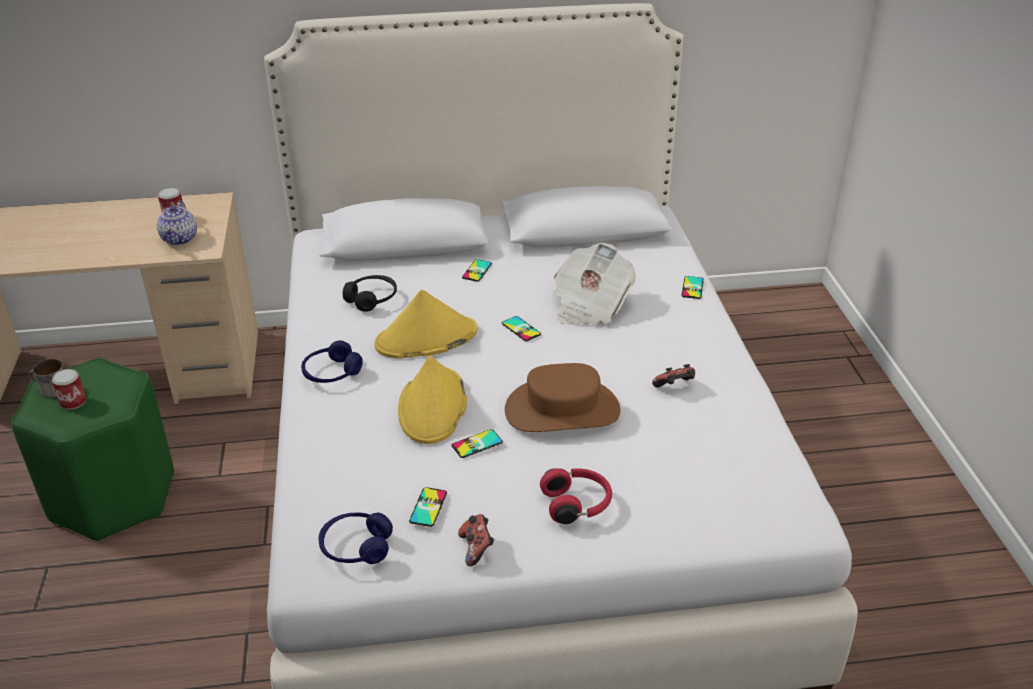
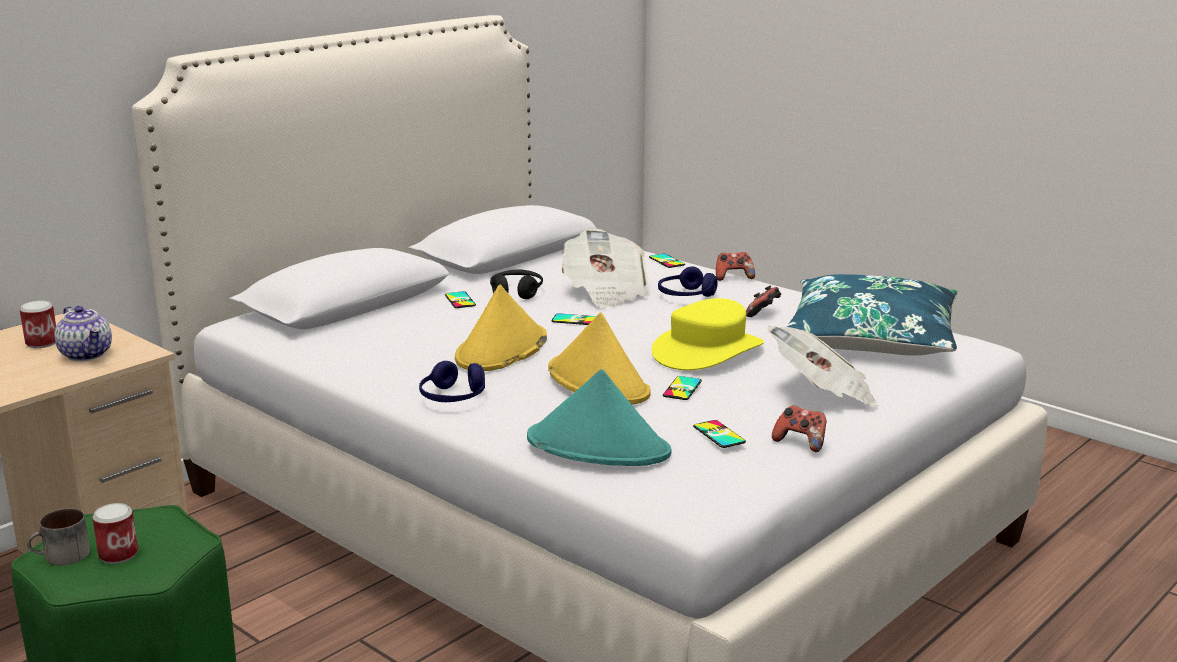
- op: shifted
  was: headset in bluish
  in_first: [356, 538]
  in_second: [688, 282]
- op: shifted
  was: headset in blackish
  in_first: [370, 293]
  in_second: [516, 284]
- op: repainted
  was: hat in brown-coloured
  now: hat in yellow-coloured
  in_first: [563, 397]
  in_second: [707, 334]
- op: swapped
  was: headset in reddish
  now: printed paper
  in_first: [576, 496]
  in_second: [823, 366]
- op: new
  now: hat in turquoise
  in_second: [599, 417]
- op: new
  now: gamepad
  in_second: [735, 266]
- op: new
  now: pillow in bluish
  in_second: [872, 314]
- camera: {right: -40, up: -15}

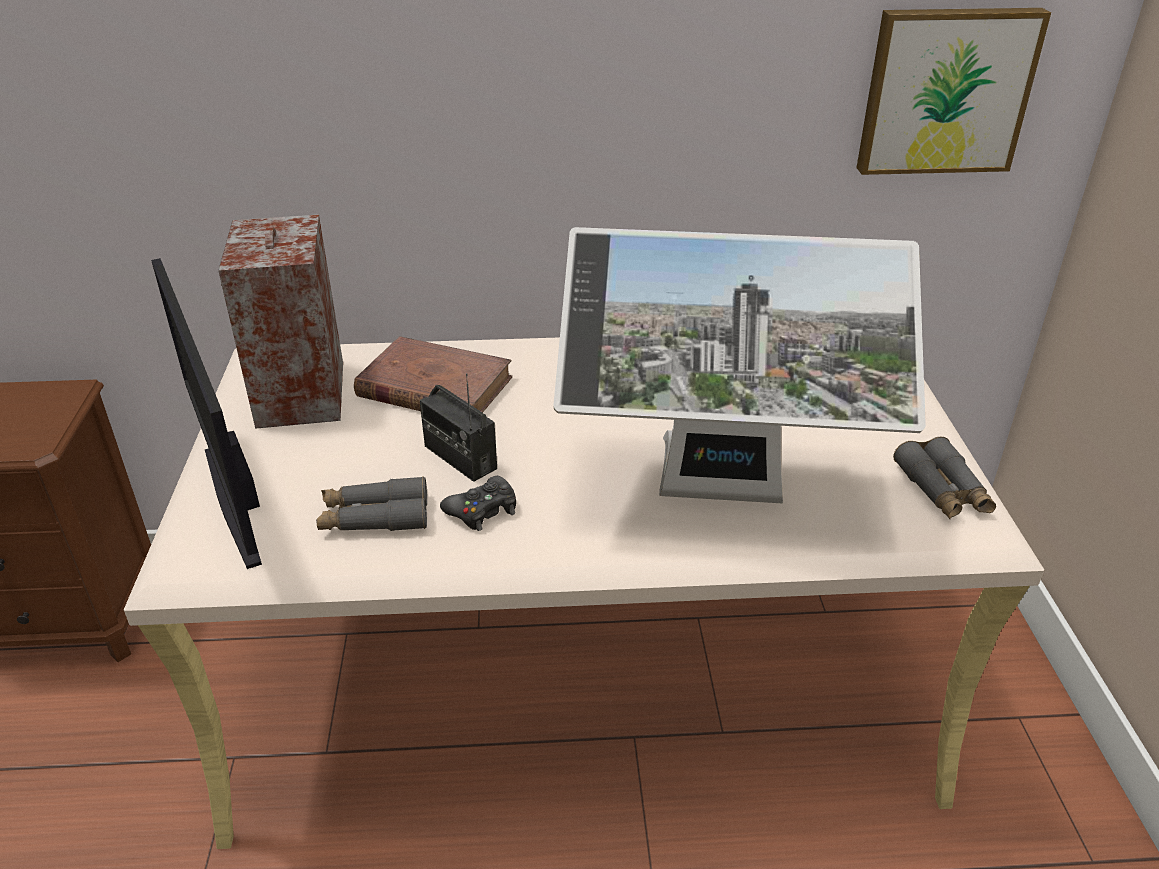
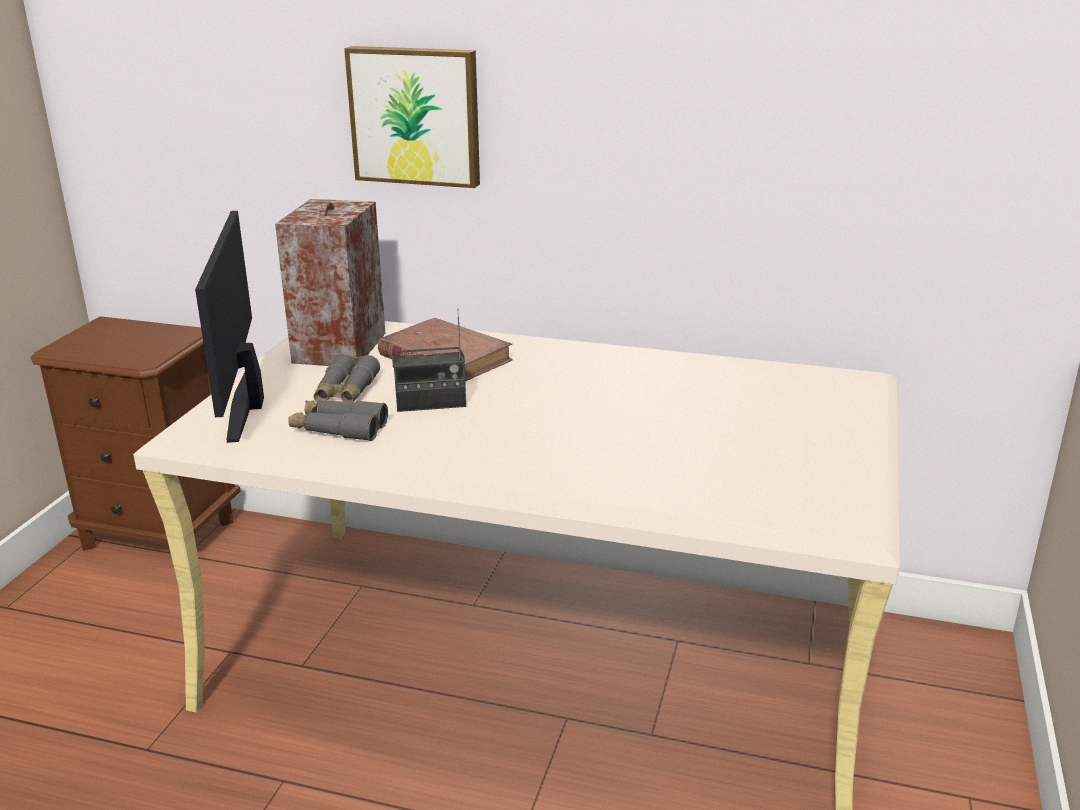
- op: rotated
  was: radio receiver
  in_first: [458, 427]
  in_second: [429, 360]
  clockwise: -75
- op: gone
  was: gamepad in blackish
  in_first: [478, 503]
- op: gone
  was: computer screen
  in_first: [739, 365]
- op: shifted
  was: wall art
  in_first: [953, 91]
  in_second: [412, 117]
- op: shifted
  was: binoculars in gray
  in_first: [944, 478]
  in_second: [346, 378]
- camera: {right: 20, up: -10}

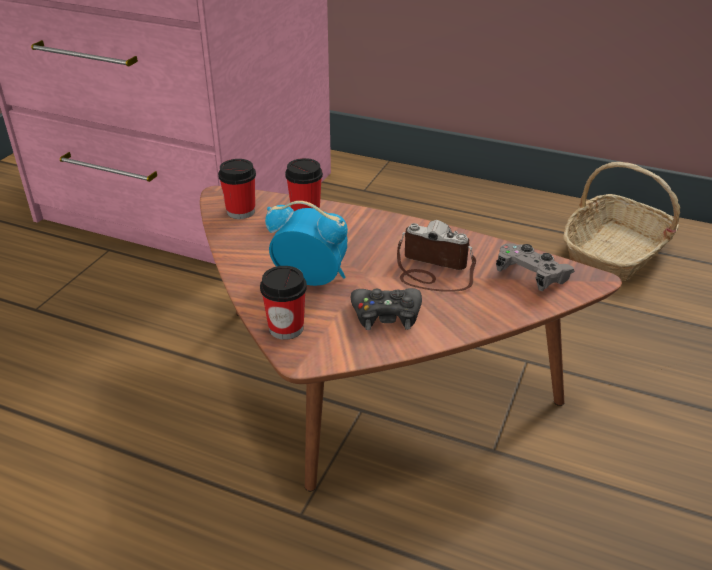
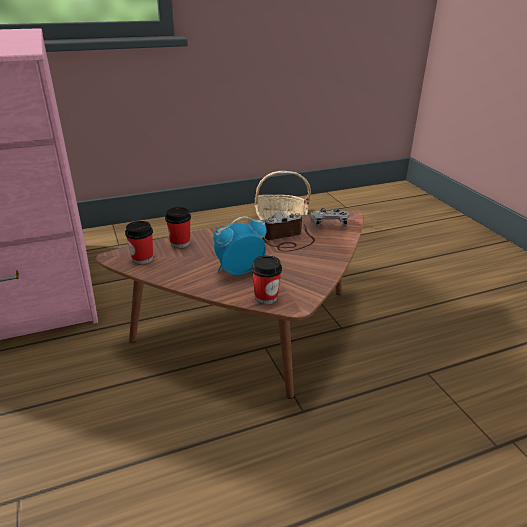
- op: gone
  was: gamepad in blackish
  in_first: [386, 309]
- camera: {right: -45, up: -5}

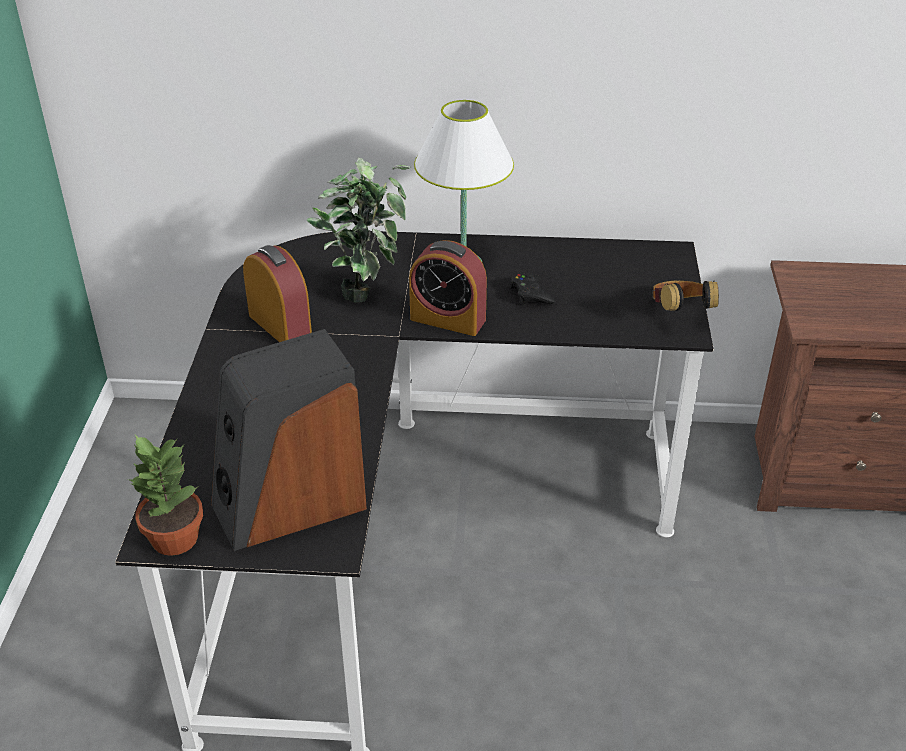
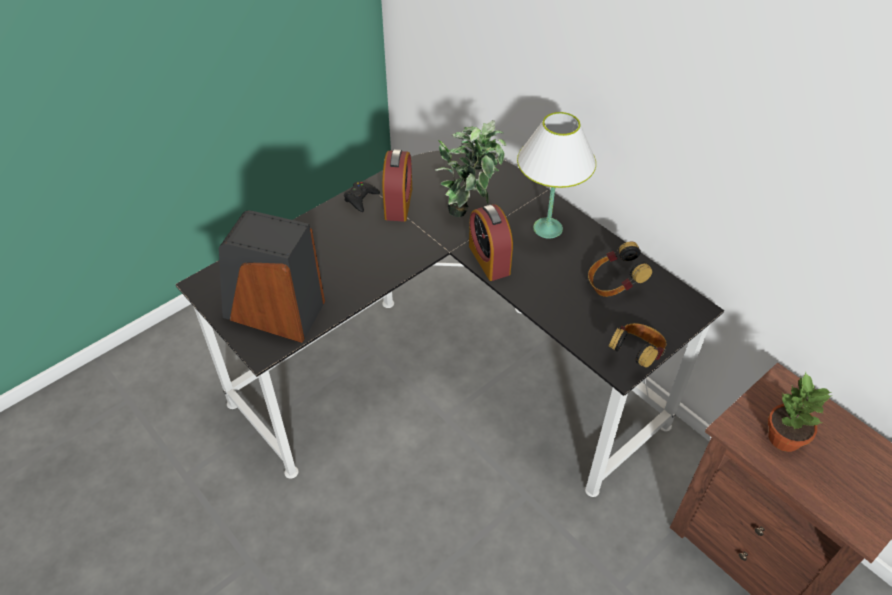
- op: shifted
  was: houseplant
  in_first: [165, 495]
  in_second: [800, 412]
- op: shifted
  was: gamepad in blackish
  in_first: [533, 288]
  in_second: [362, 196]
- op: new
  now: headset
  in_second: [620, 269]
- camera: {right: 45, up: 10}

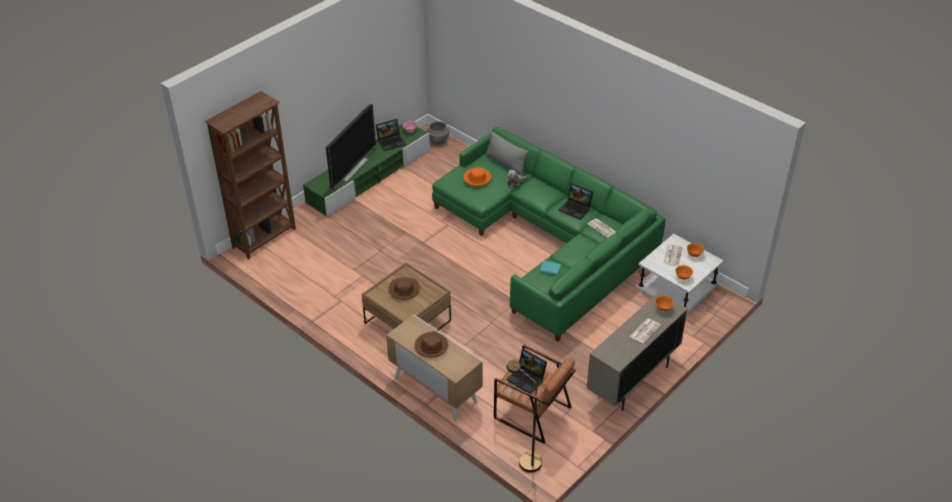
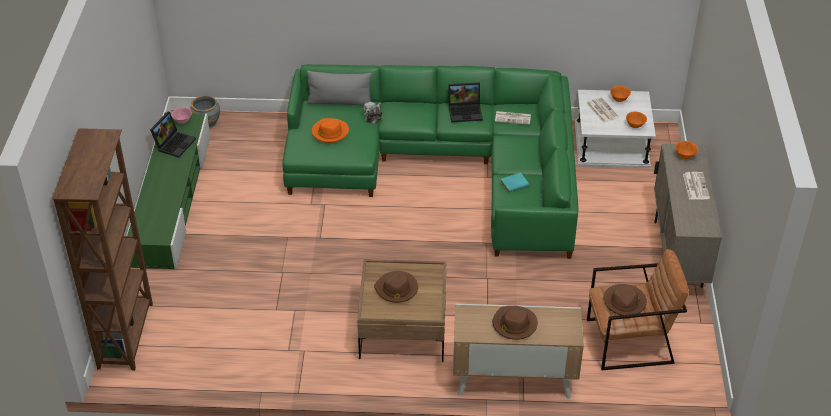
- op: gone
  was: TV
  in_first: [351, 146]
- op: swapped
  was: portable computer
  now: hat in brown-coloured
  in_first: [526, 371]
  in_second: [625, 299]
- op: gone
  was: standing lamp in brown-coloured
  in_first: [524, 416]
- camera: {right: -40, up: 0}

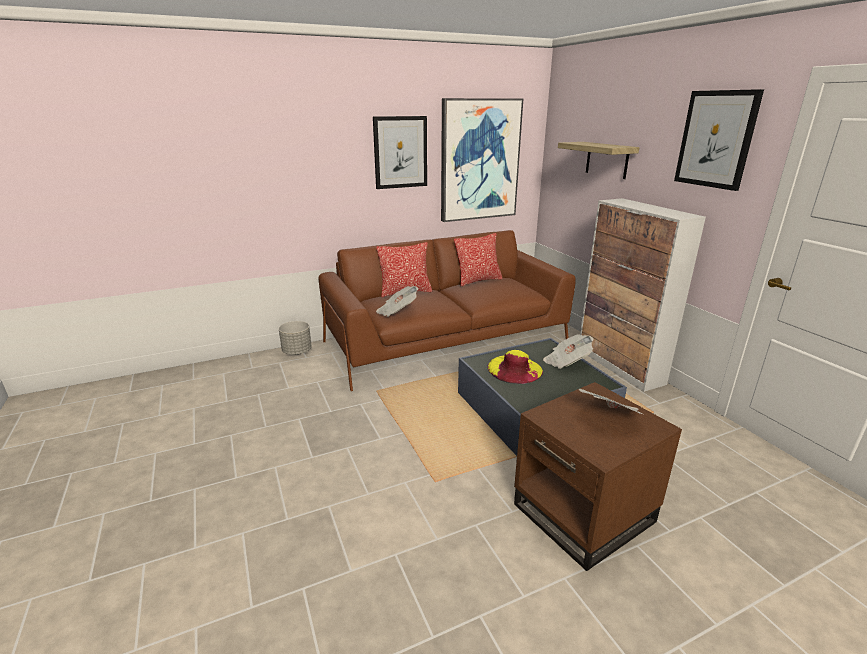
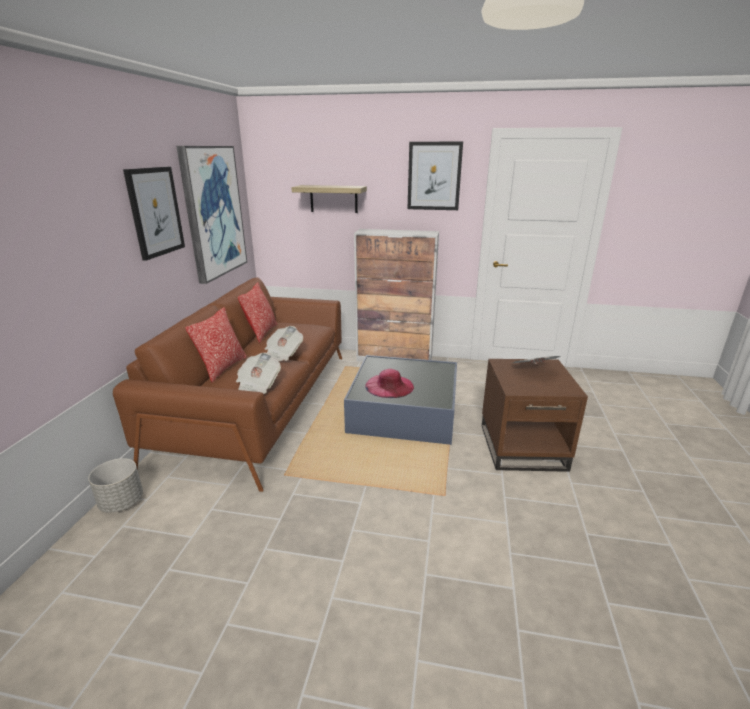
- op: repainted
  was: hat in yellow-coloured
  now: hat in pinkish
  in_first: [515, 367]
  in_second: [389, 383]
- op: shifted
  was: printed paper
  in_first: [568, 351]
  in_second: [284, 343]
- camera: {right: -55, up: 0}

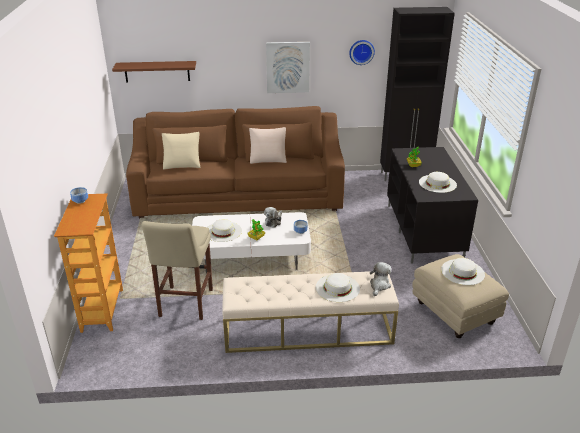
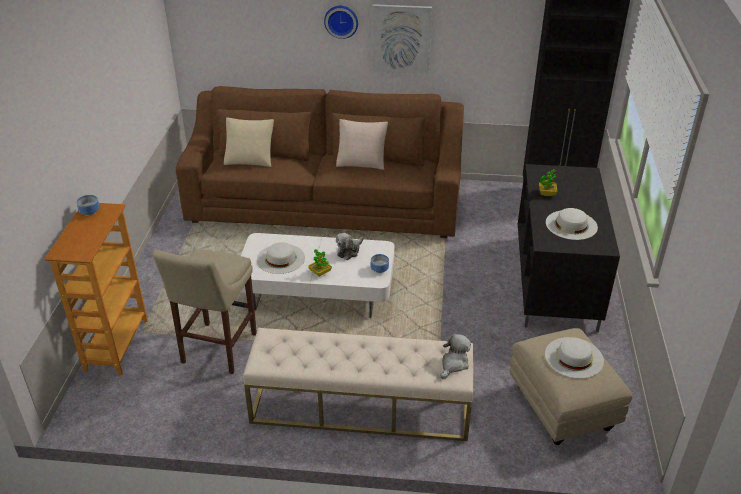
- op: gone
  was: wall shelf in brown-coloured
  in_first: [154, 72]
- op: gone
  was: hat in whitish
  in_first: [338, 287]
- op: shifted
  was: clock on the wall
  in_first: [362, 52]
  in_second: [341, 22]
- camera: {right: 10, up: 5}

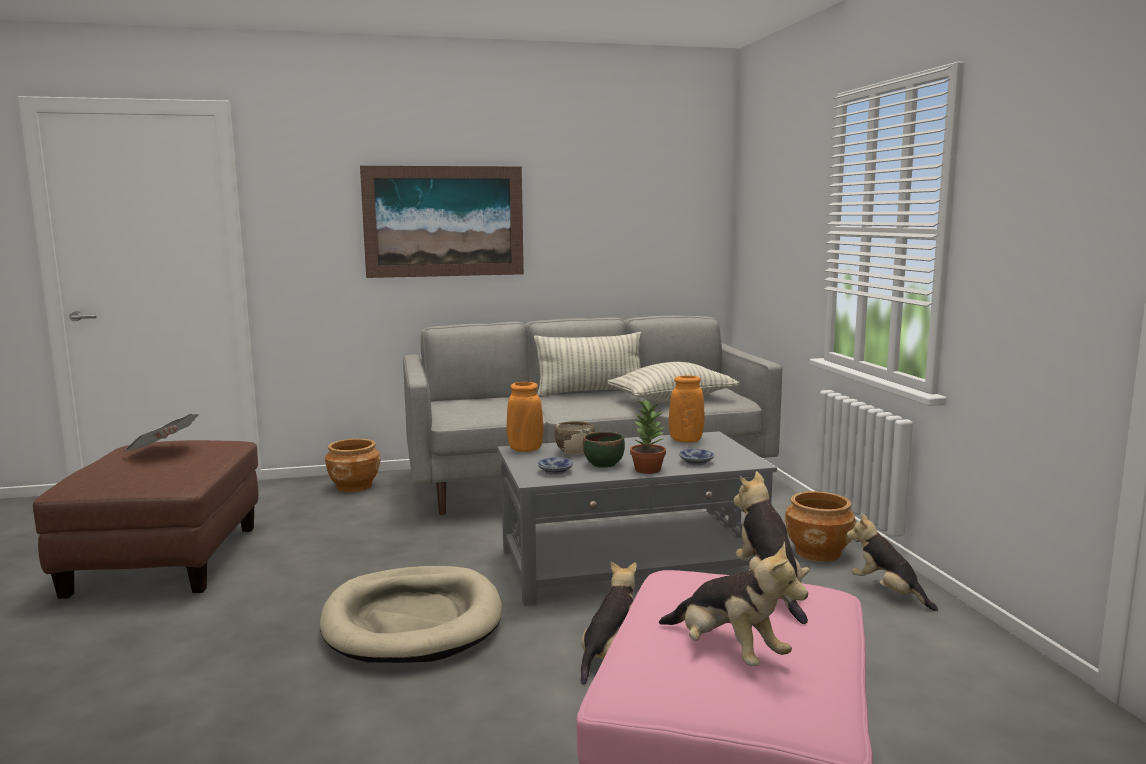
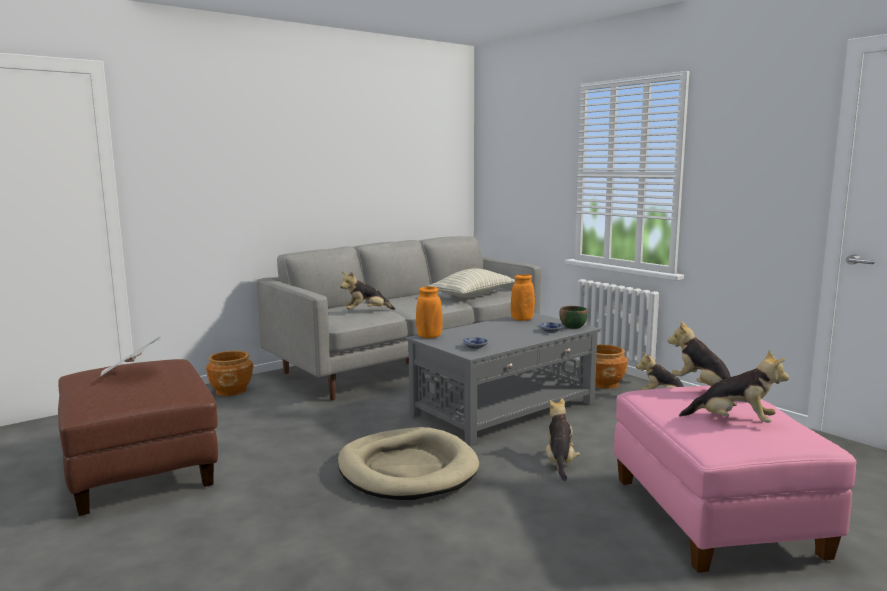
- op: gone
  was: wall art
  in_first: [442, 222]
- op: gone
  was: pillow
  in_first: [588, 365]
- op: gone
  was: deep dish in beige
  in_first: [575, 438]
- op: shifted
  was: deep dish in green-coloured
  in_first: [604, 449]
  in_second: [574, 317]
- op: gone
  was: houseplant
  in_first: [648, 436]
- op: new
  now: plush toy
  in_second: [367, 291]
- camera: {right: -25, up: 0}

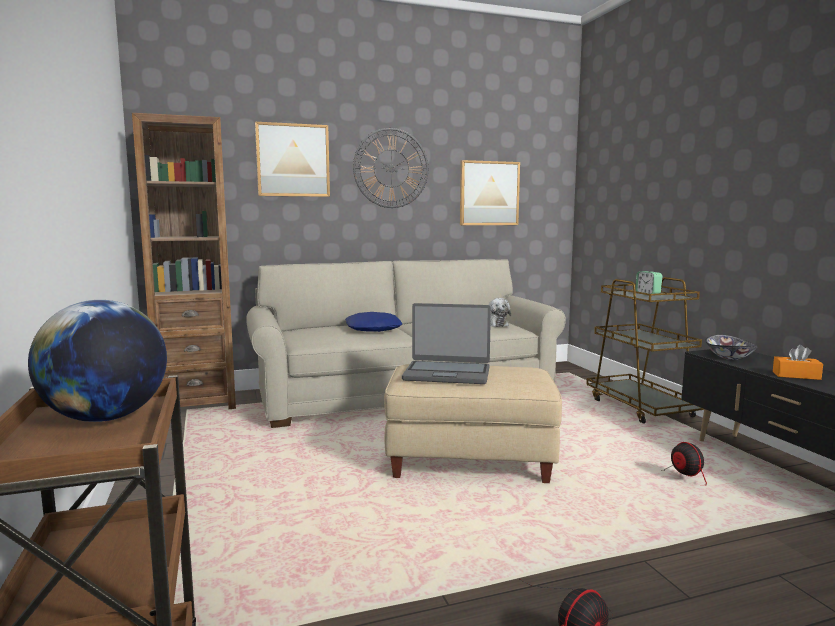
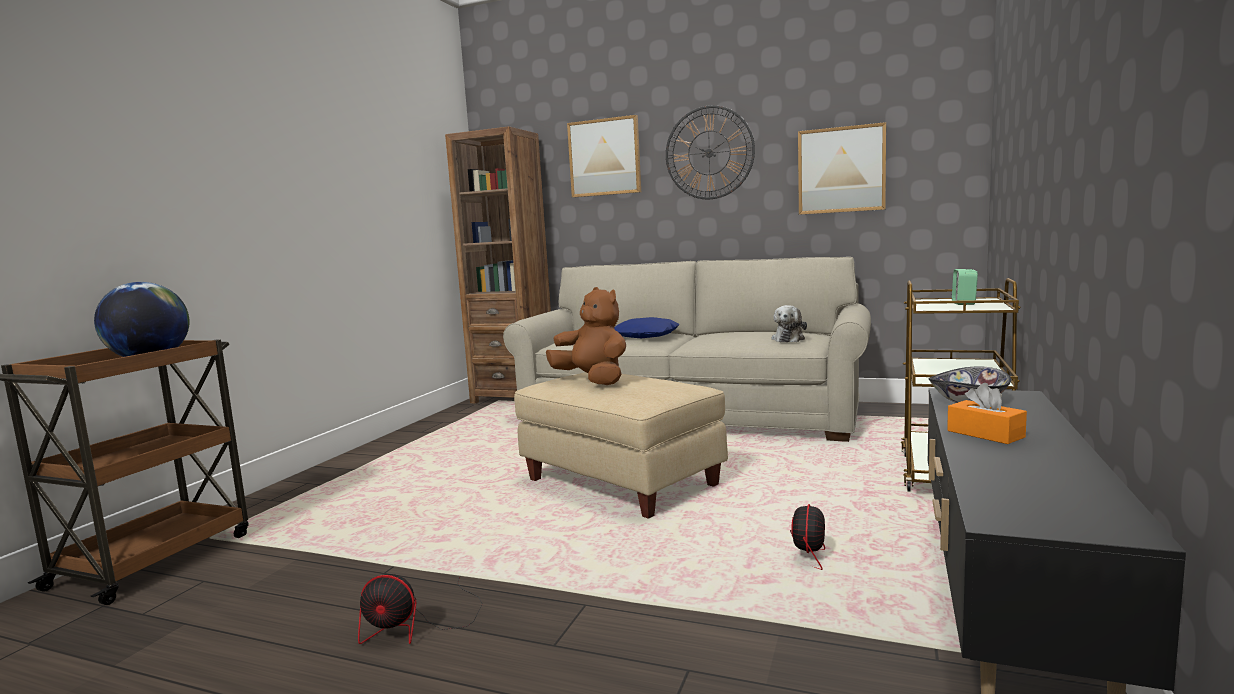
- op: swapped
  was: portable computer
  now: plush toy in brown-coloured
  in_first: [446, 343]
  in_second: [586, 336]
- camera: {right: 40, up: 0}

